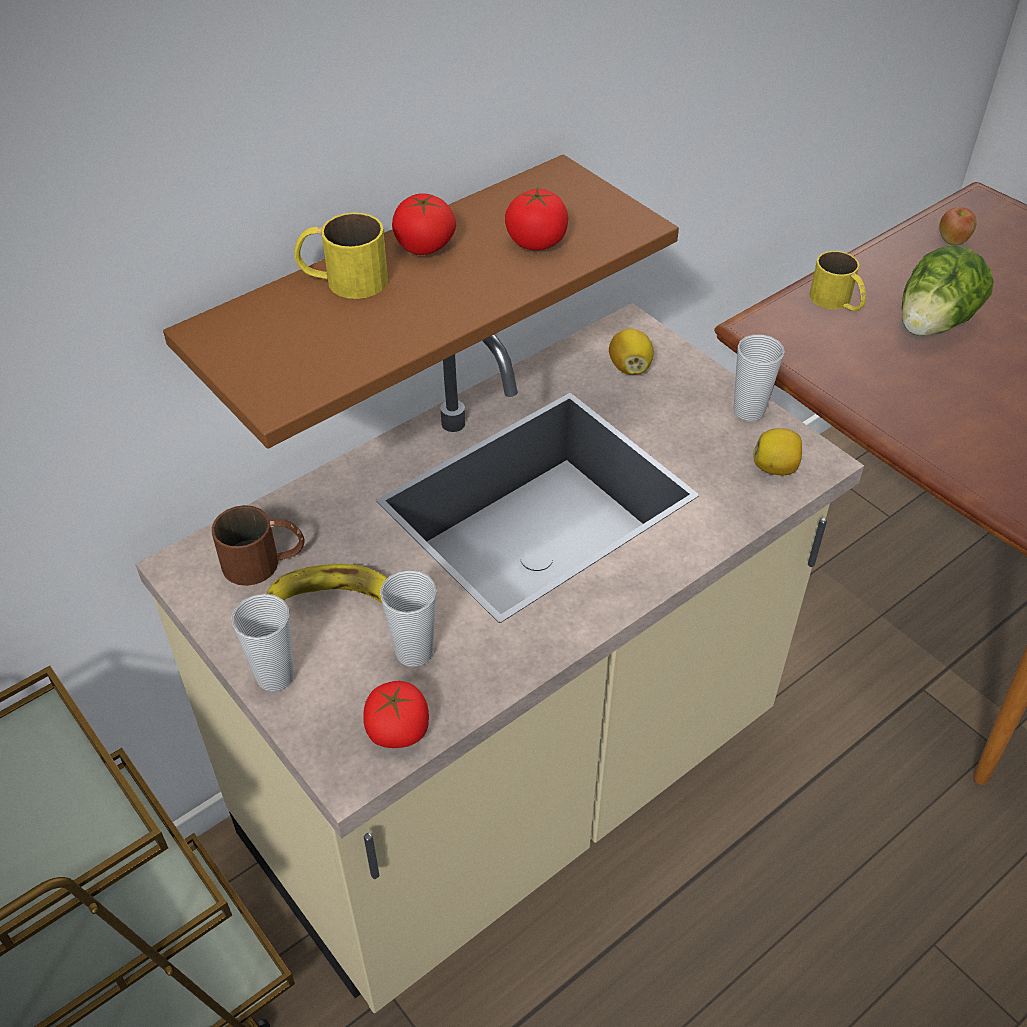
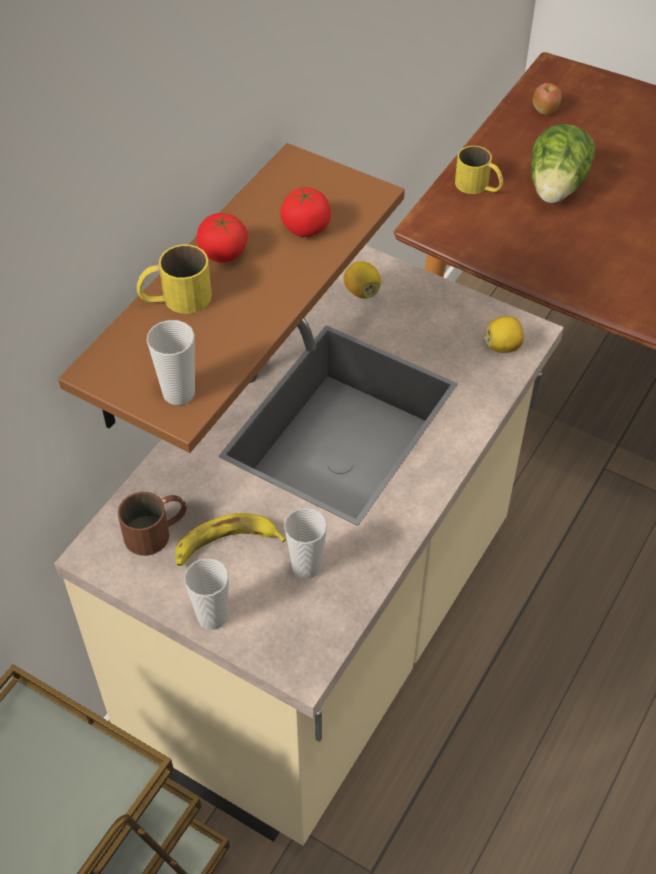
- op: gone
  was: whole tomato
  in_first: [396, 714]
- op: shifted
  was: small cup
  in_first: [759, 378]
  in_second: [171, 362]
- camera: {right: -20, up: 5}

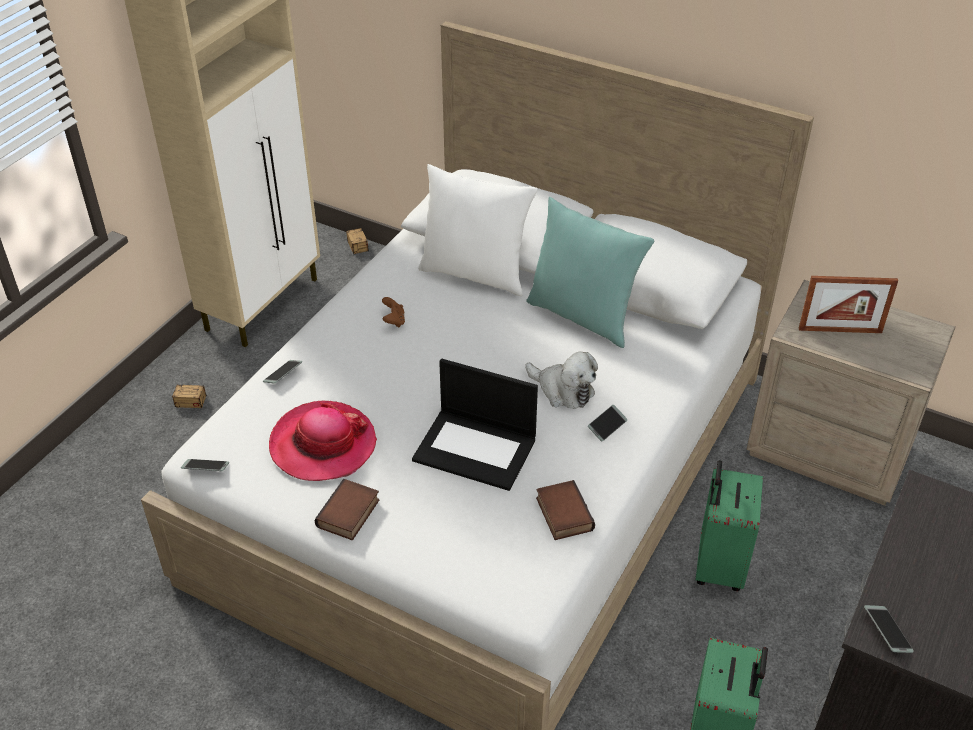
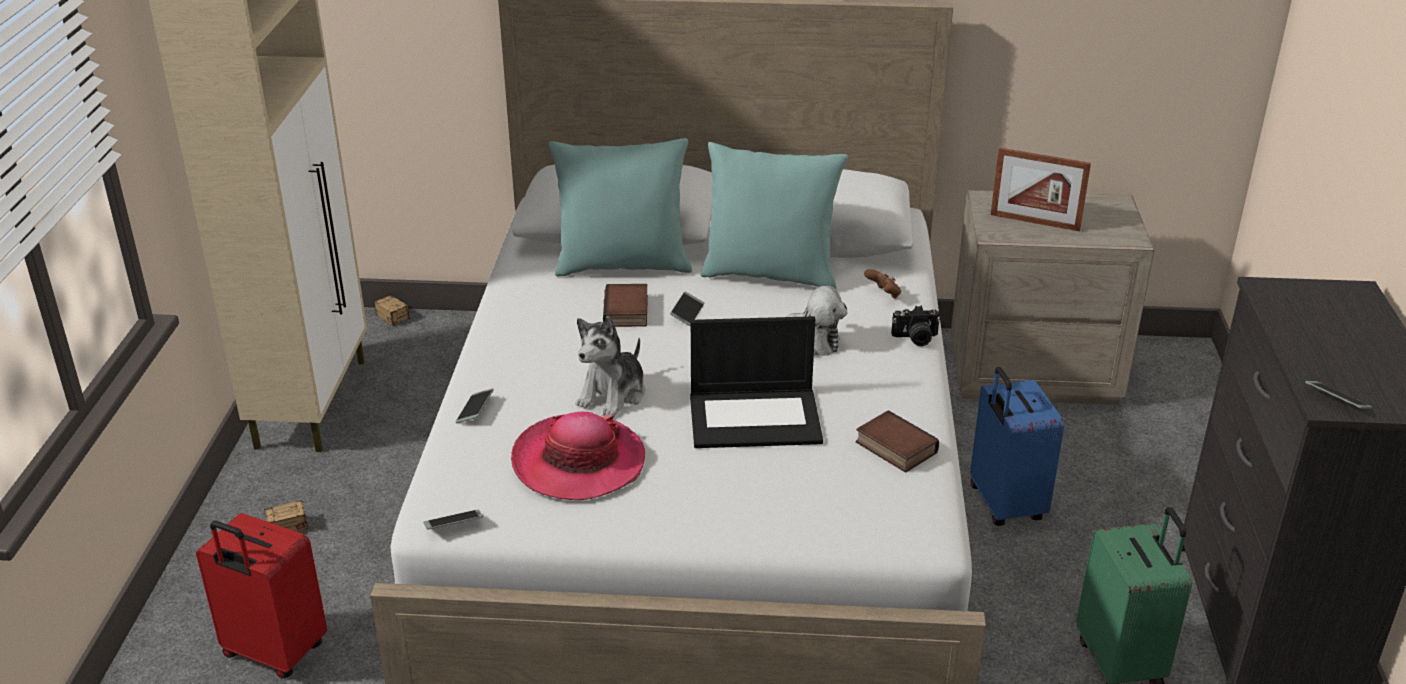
- op: shifted
  was: bound book
  in_first: [347, 509]
  in_second: [625, 305]
- op: shifted
  was: gamepad in brown-coloured
  in_first: [393, 312]
  in_second: [882, 284]
- op: repainted
  was: pillow in whitish
  now: pillow in turquoise
  in_first: [477, 230]
  in_second: [620, 207]
- op: shifted
  was: handset
  in_first: [608, 423]
  in_second: [687, 308]
- op: repainted
  was: piece of luggage in green-coloured
  now: piece of luggage in bluish
  in_first: [729, 525]
  in_second: [1017, 446]
- op: rotated
  was: picture frame
  in_first: [848, 304]
  in_second: [1041, 189]
  clockwise: 45
- op: new
  now: piece of luggage in reddish
  in_second: [261, 595]
- op: new
  now: plush toy
  in_second: [610, 367]
- op: new
  now: photo camera
  in_second: [916, 326]
- camera: {right: -25, up: -10}

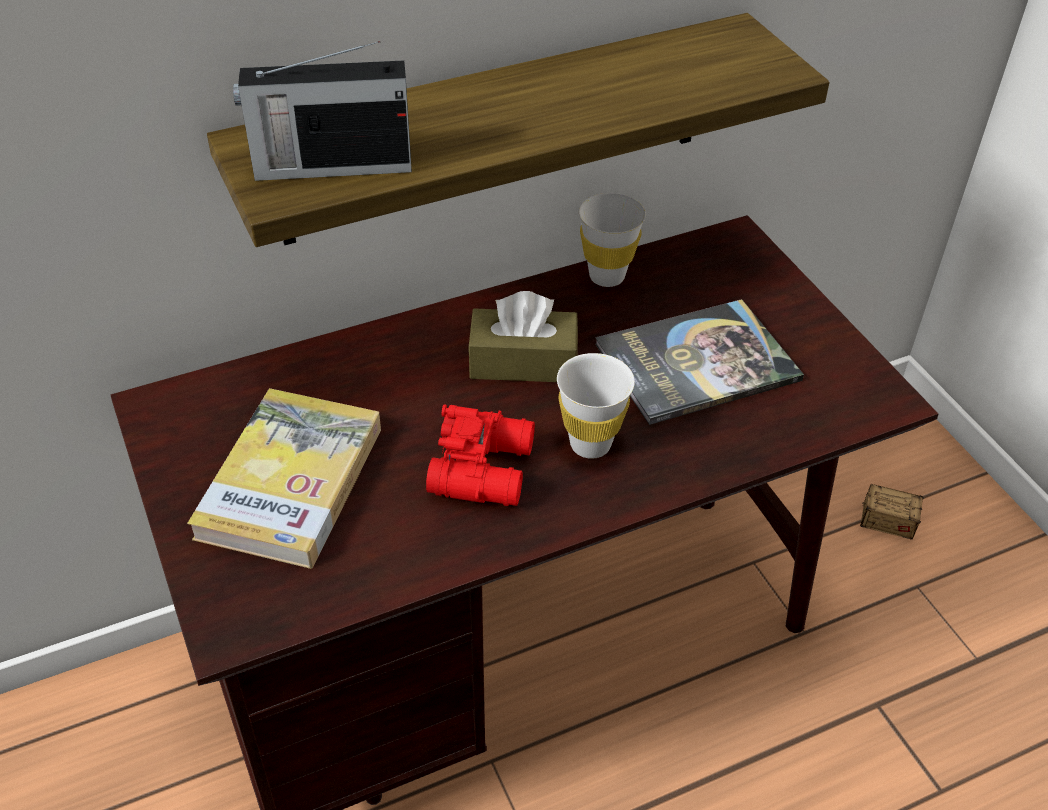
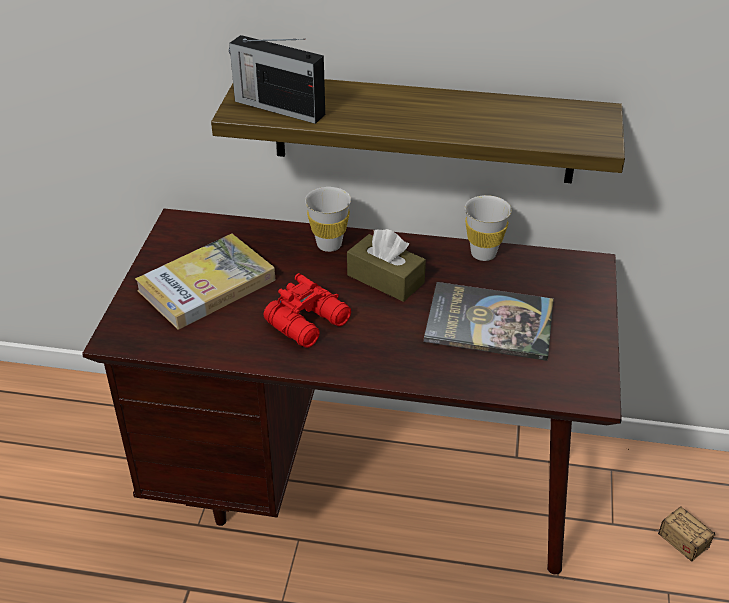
- op: shifted
  was: small cup in whitish
  in_first: [596, 406]
  in_second: [328, 219]
- camera: {right: 35, up: -5}

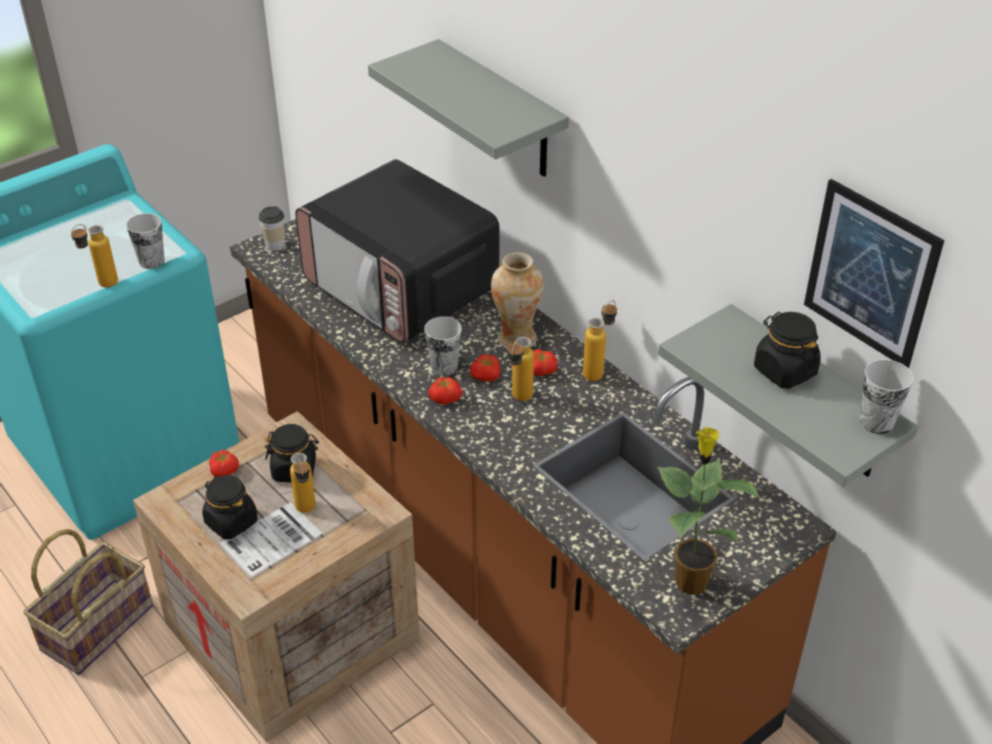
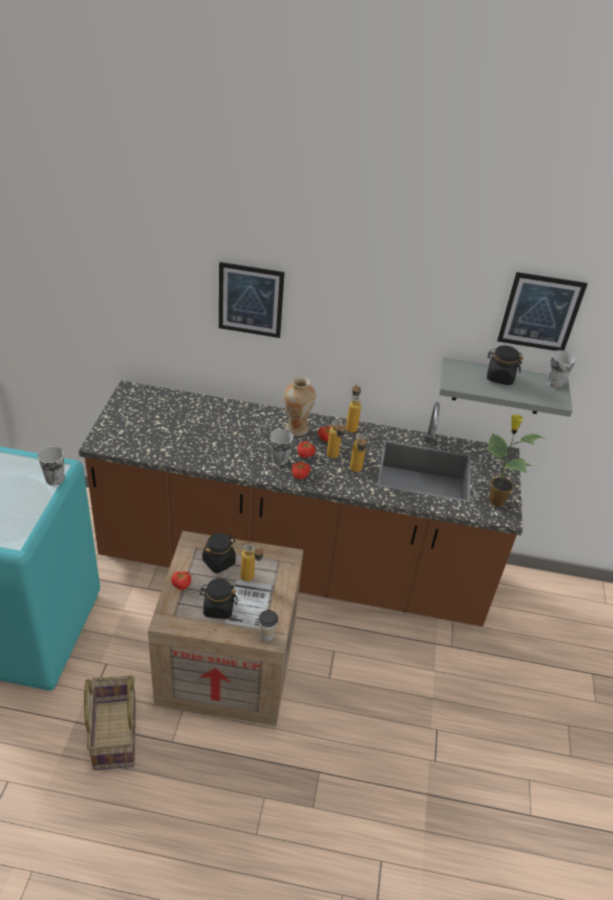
- op: shifted
  was: beverage bottle
  in_first: [94, 255]
  in_second: [358, 453]
- op: shifted
  was: small cup
  in_first: [272, 228]
  in_second: [268, 625]
- op: gone
  was: microwave
  in_first: [397, 251]
- op: swapped
  was: wall shelf in gray
  now: wall art
  in_first: [468, 108]
  in_second: [252, 300]
- camera: {right: -45, up: 0}

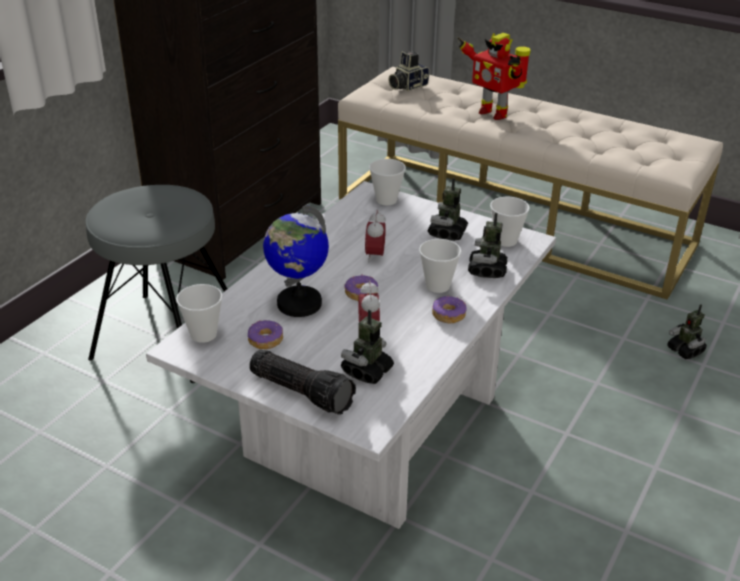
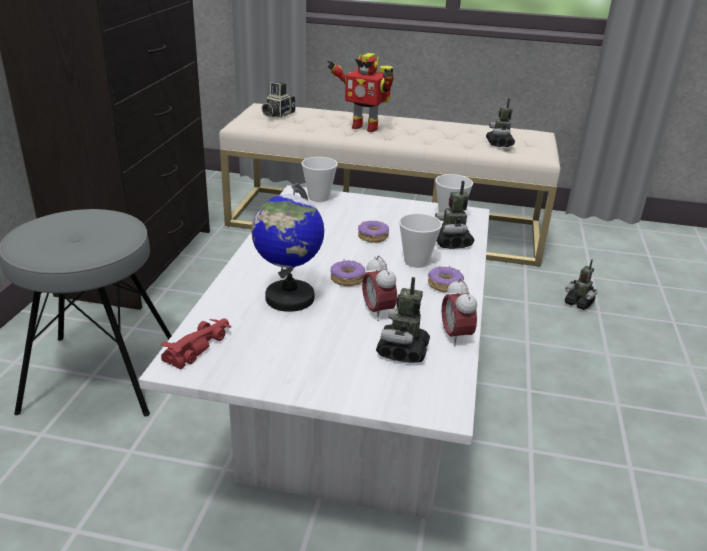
- op: swapped
  was: small cup
  now: model car in reddish
  in_first: [199, 313]
  in_second: [196, 343]
- op: shifted
  was: ring doughnut
  in_first: [265, 334]
  in_second: [373, 232]
- op: gone
  was: hand torch
  in_first: [302, 382]
- op: shifted
  was: alarm clock
  in_first: [375, 236]
  in_second: [459, 312]
- op: shifted
  was: toy robot
  in_first: [448, 209]
  in_second: [500, 122]
- camera: {right: -20, up: -5}

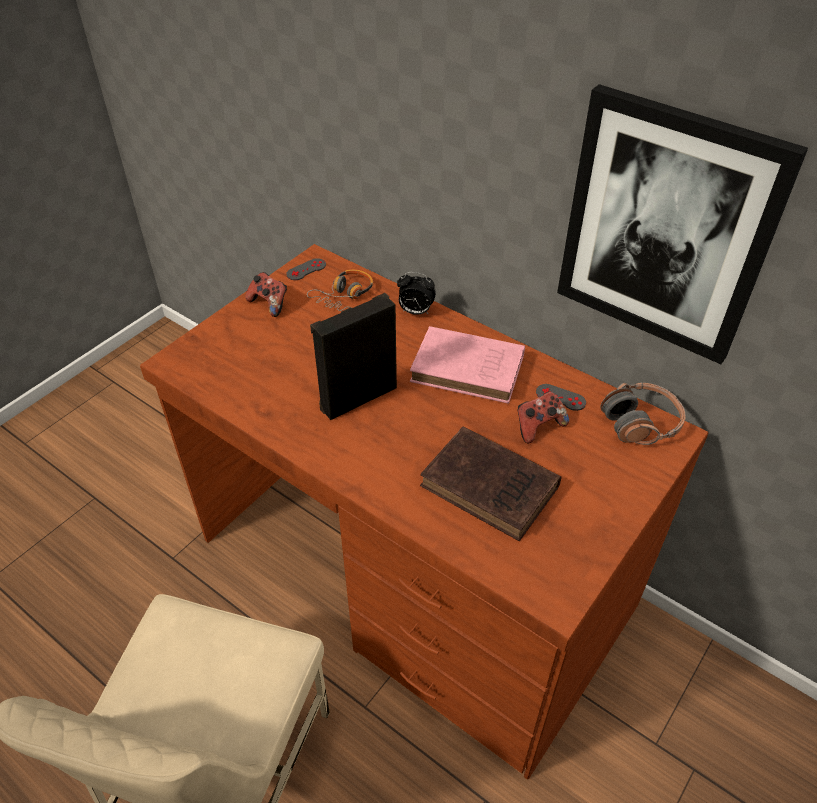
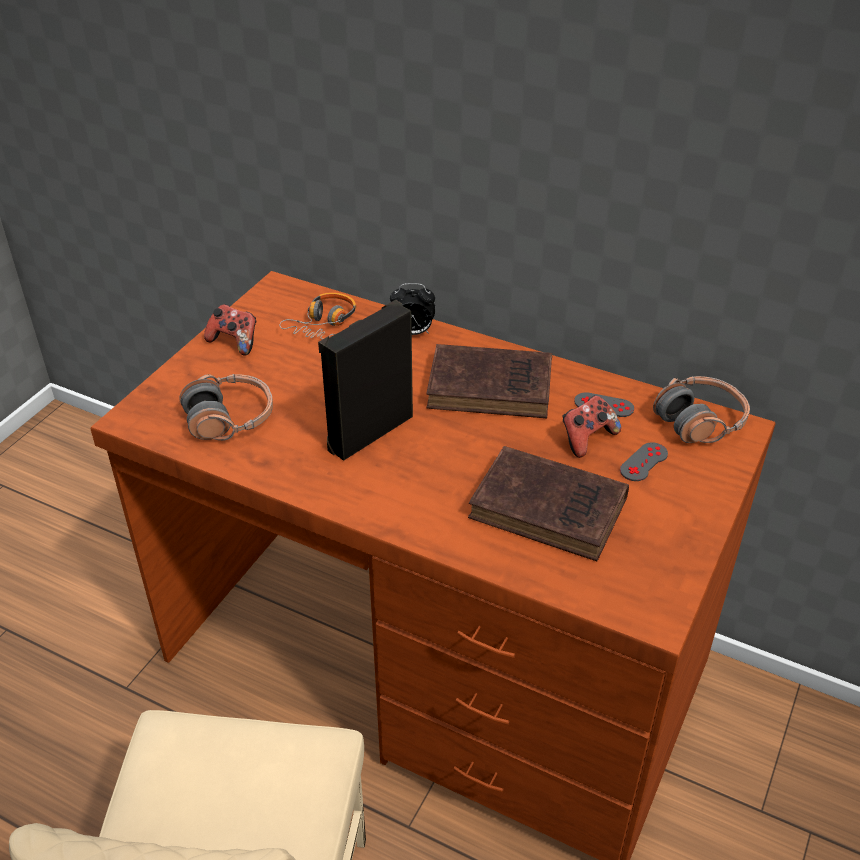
- op: shifted
  was: gamepad in gray
  in_first: [306, 269]
  in_second: [644, 461]
- op: repainted
  was: bound book in pinkish
  now: bound book in brown-coloured
  in_first: [467, 365]
  in_second: [489, 381]
- op: gone
  was: wall art
  in_first: [682, 224]
- op: new
  now: headset
  in_second: [226, 407]
- camera: {right: -10, up: -5}

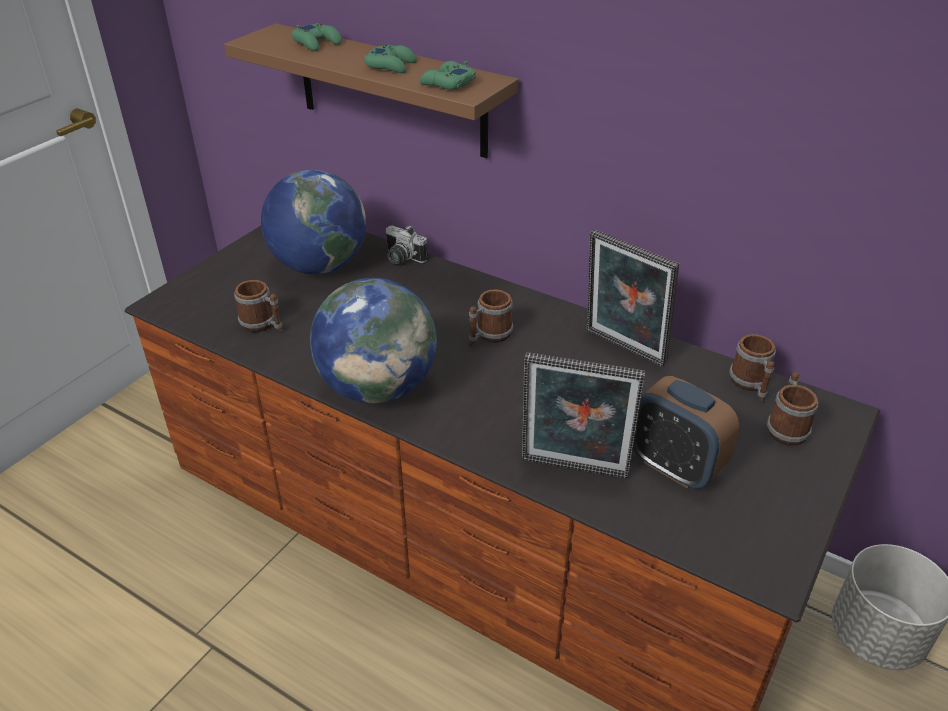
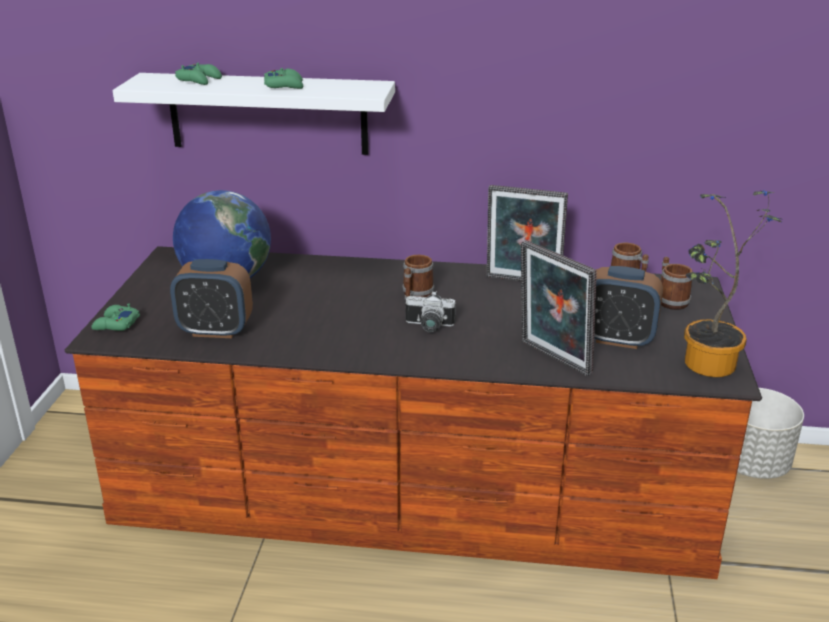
- op: repainted
  was: wall shelf in brown-coloured
  now: wall shelf in whitish
  in_first: [371, 90]
  in_second: [254, 114]
- op: swapped
  was: tea mug
  now: alarm clock
  in_first: [258, 306]
  in_second: [211, 298]
- op: gone
  was: globe
  in_first: [373, 341]
- op: shifted
  was: photo camera
  in_first: [406, 244]
  in_second: [430, 311]
- op: shifted
  was: gamepad in green-coloured
  in_first: [448, 75]
  in_second: [115, 317]
- op: rotated
  was: picture frame
  in_first: [583, 415]
  in_second: [559, 308]
  clockwise: 60
- op: new
  now: houseplant
  in_second: [733, 283]
- camera: {right: -25, up: -10}

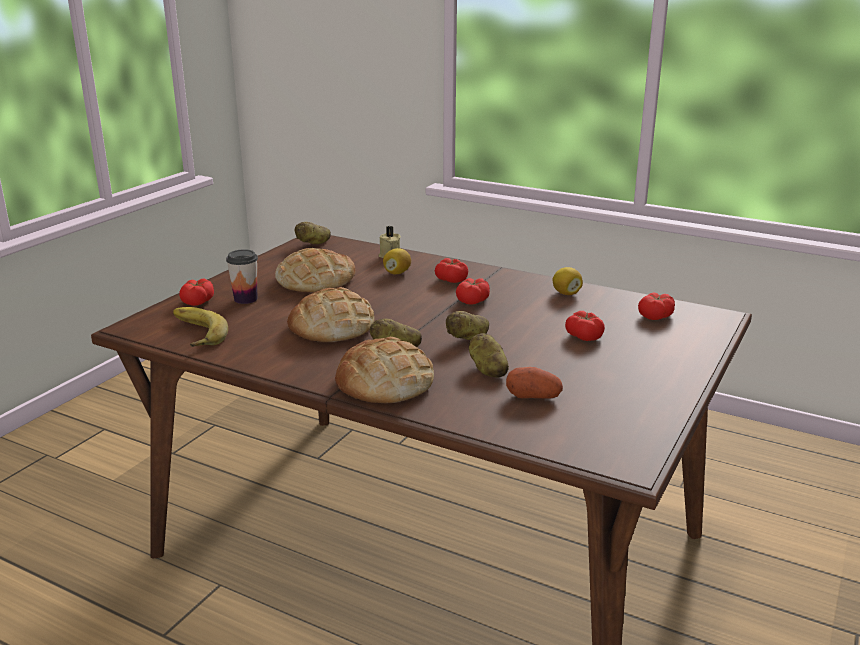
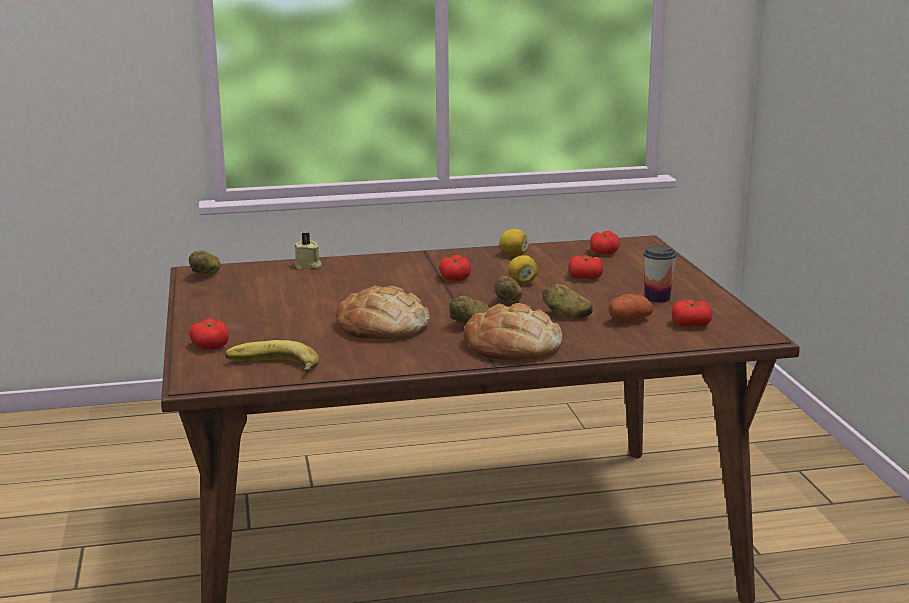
- op: shifted
  was: small cup
  in_first: [242, 276]
  in_second: [660, 274]
- op: gone
  was: bread
  in_first: [315, 270]
- op: shifted
  was: lemon
  in_first: [397, 261]
  in_second: [523, 269]
- op: shifted
  was: whole tomato
  in_first: [451, 270]
  in_second: [692, 313]
- camera: {right: -40, up: -5}

